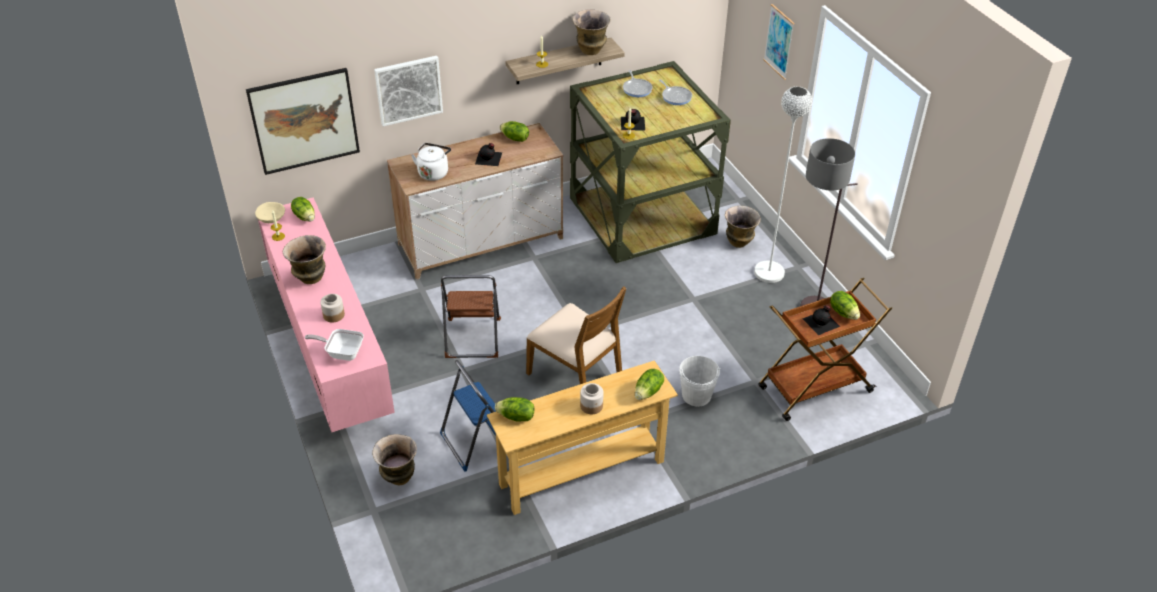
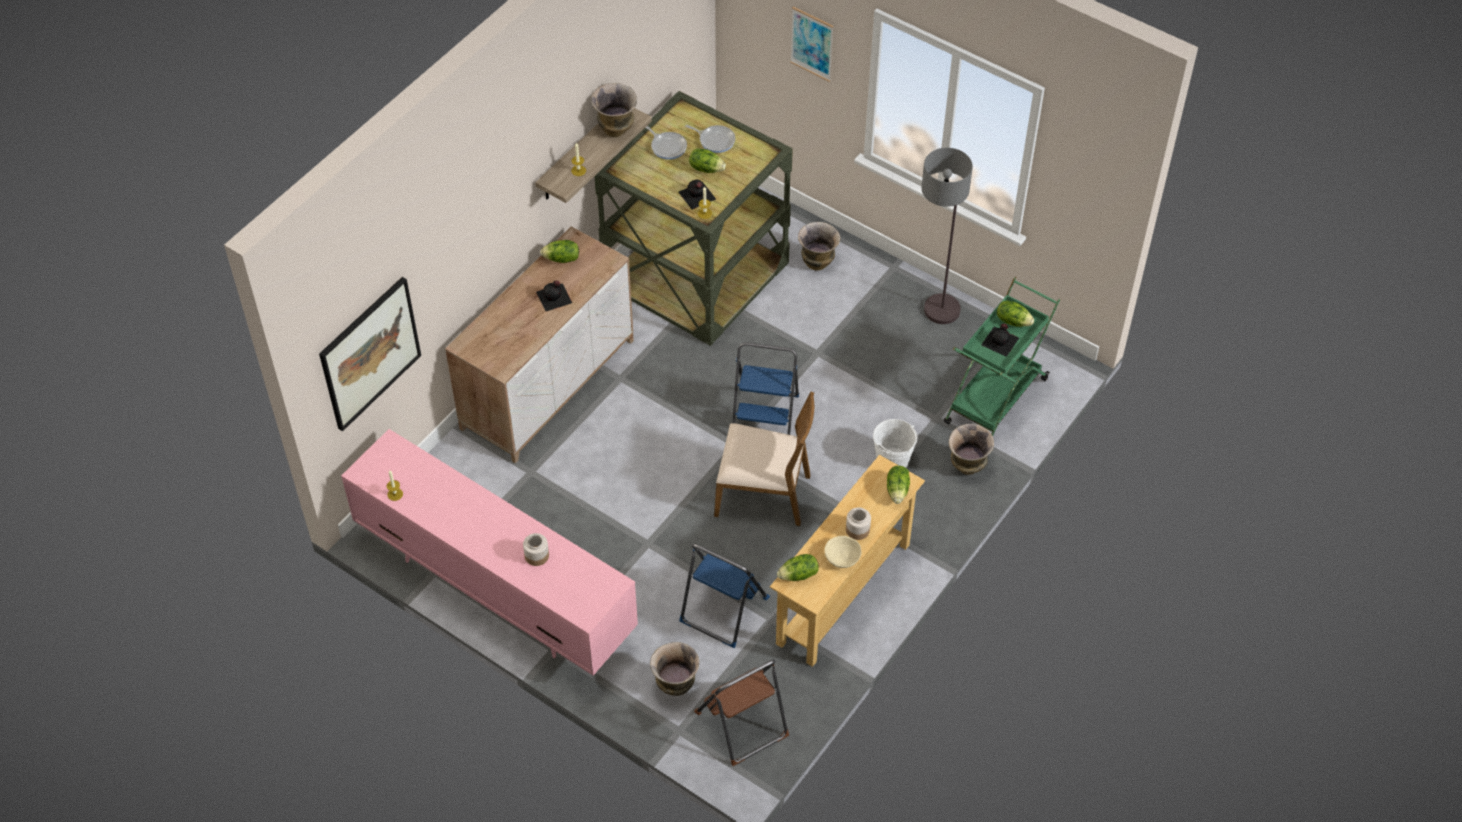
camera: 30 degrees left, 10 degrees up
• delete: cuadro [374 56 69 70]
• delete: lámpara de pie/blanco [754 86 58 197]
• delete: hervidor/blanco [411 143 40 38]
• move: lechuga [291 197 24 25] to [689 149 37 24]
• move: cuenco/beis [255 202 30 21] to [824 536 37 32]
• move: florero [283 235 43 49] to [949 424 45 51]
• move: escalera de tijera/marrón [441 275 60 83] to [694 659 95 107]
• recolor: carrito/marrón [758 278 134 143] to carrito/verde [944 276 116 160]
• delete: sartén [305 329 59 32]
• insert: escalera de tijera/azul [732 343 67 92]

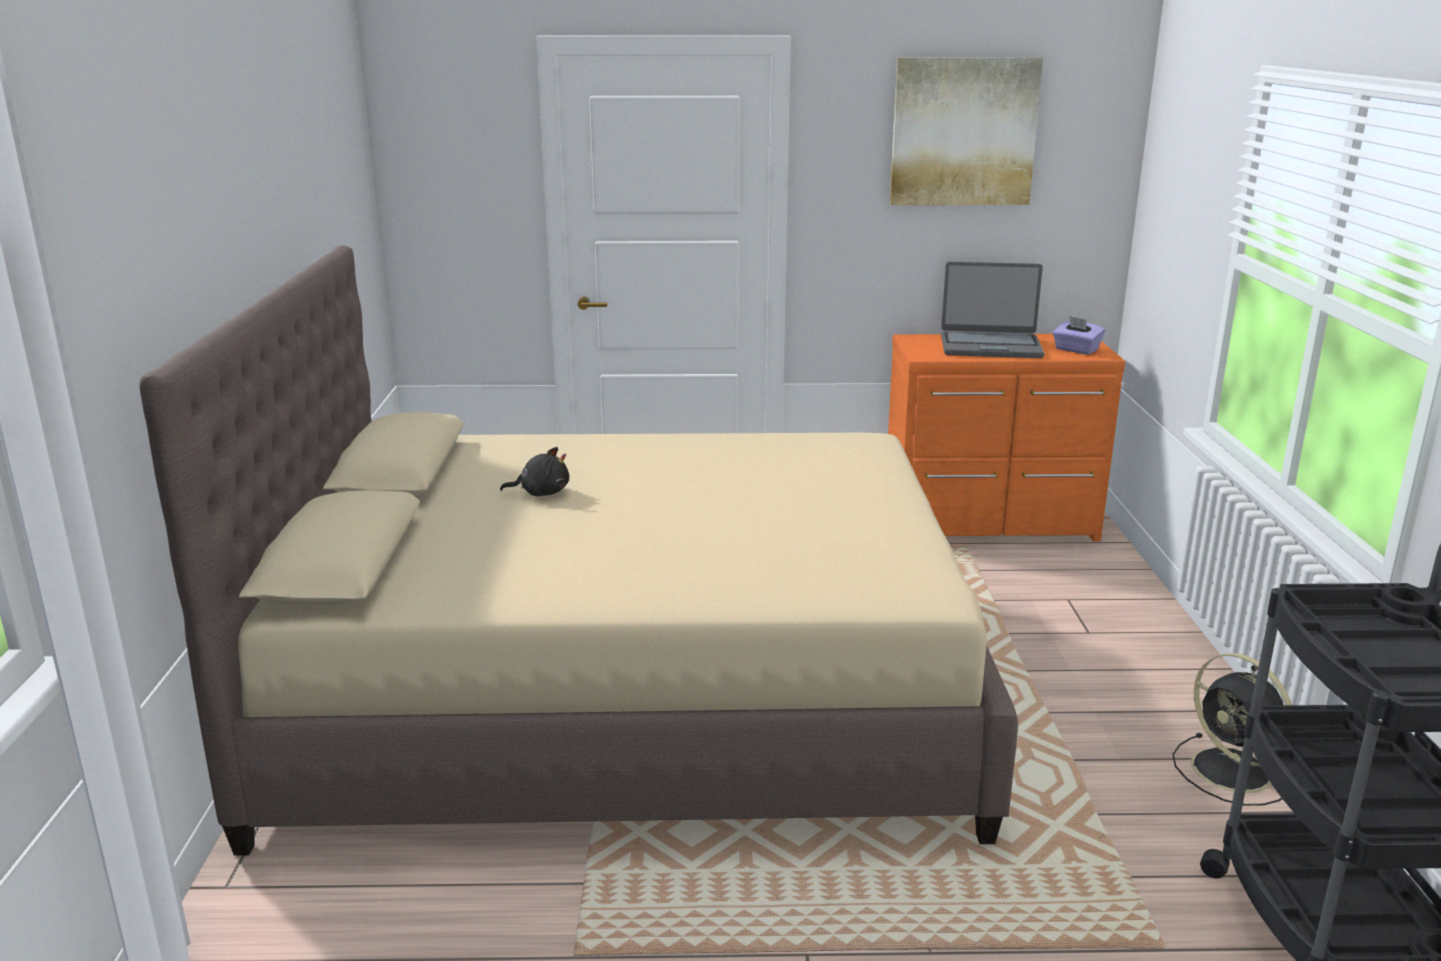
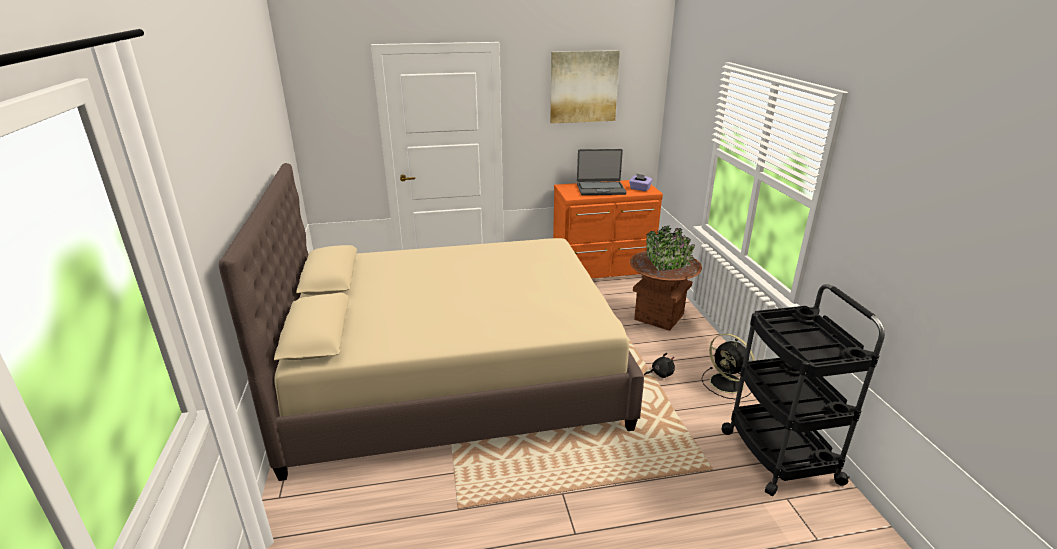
camera: 10 degrees left, 5 degrees up
• move: peluche/negro [500 447 69 49] to [644 353 31 25]
• insert: maceta/marrón [630 226 72 105]

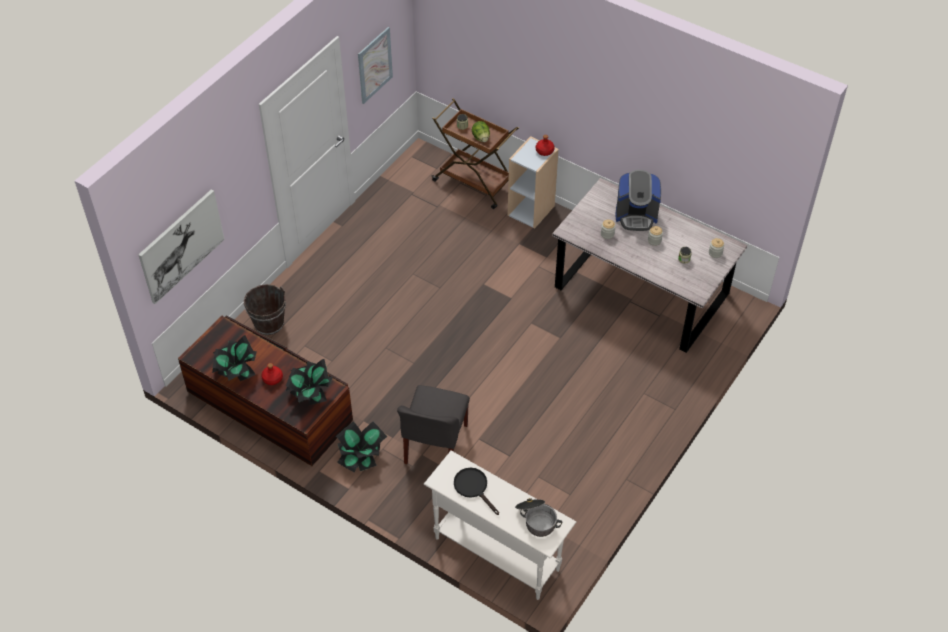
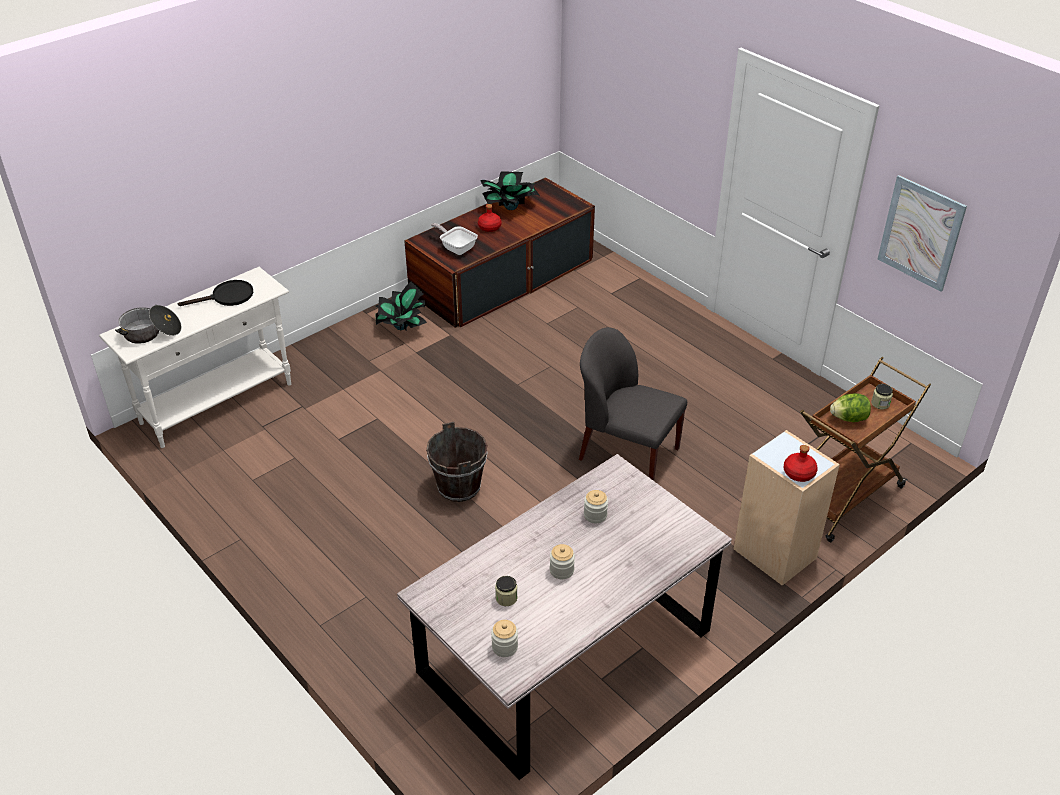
camera: 105 degrees right, 10 degrees down
• delete: cafetera [616 170 45 61]
• delete: cuadro [138 189 87 115]
• move: cubo/marrón [243 284 43 51] to [426 421 62 81]
• replace: planta en maceta [286 359 47 46] to sartén [431 223 47 32]
• move: silla/gris [397 385 73 79] to [579 327 108 154]

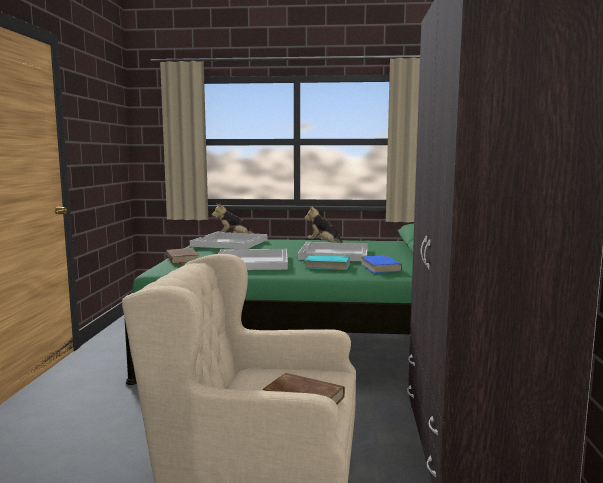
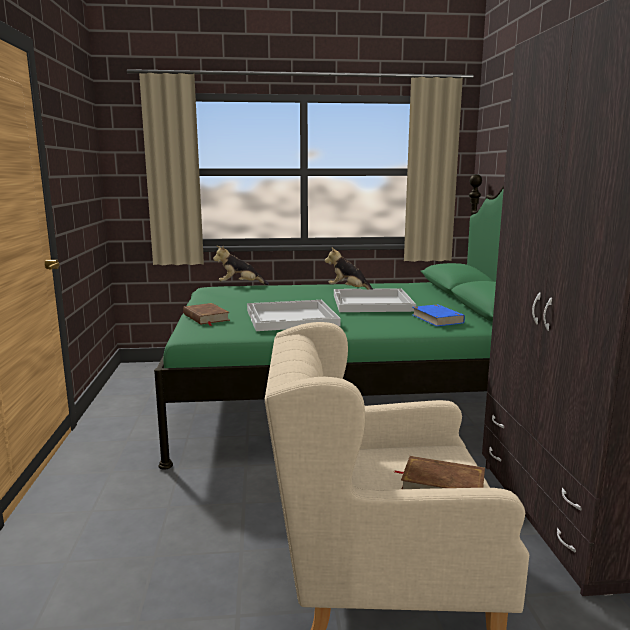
camera: 10 degrees left, 5 degrees up
• delete: bandeja/blanco [190 232 78 17]
• delete: libro/turquesa [301 255 49 15]

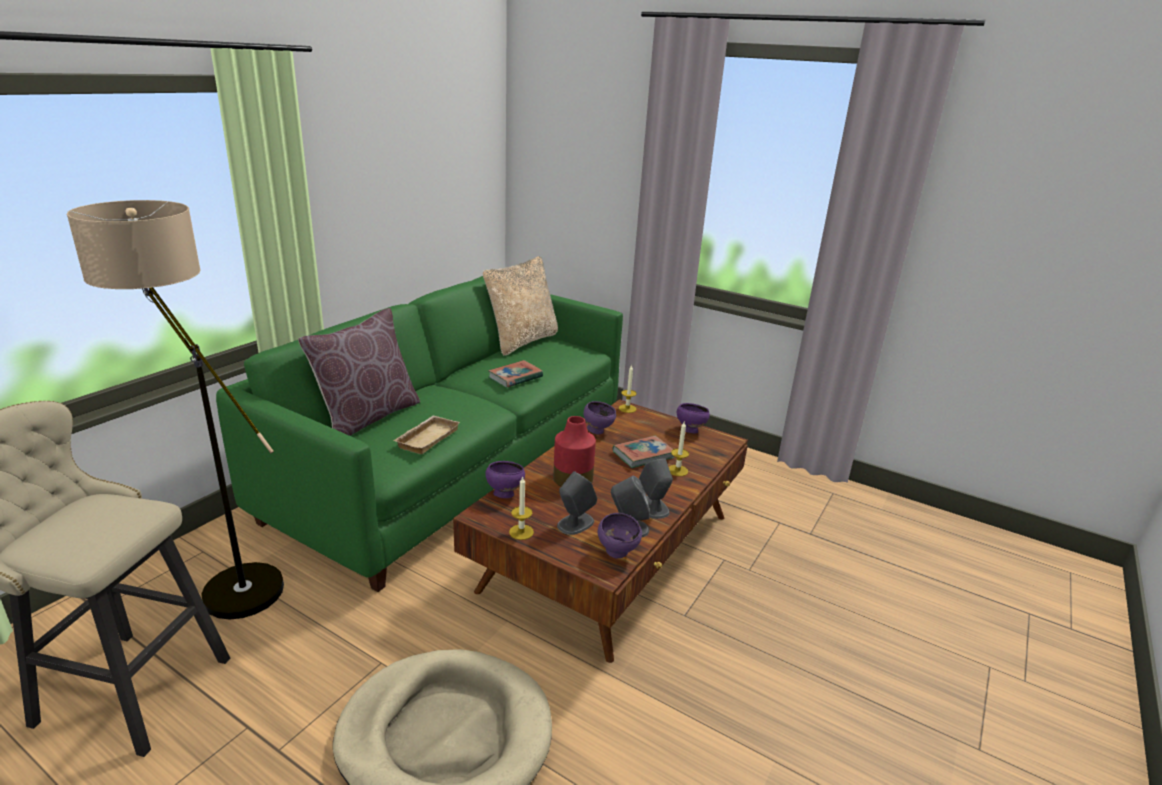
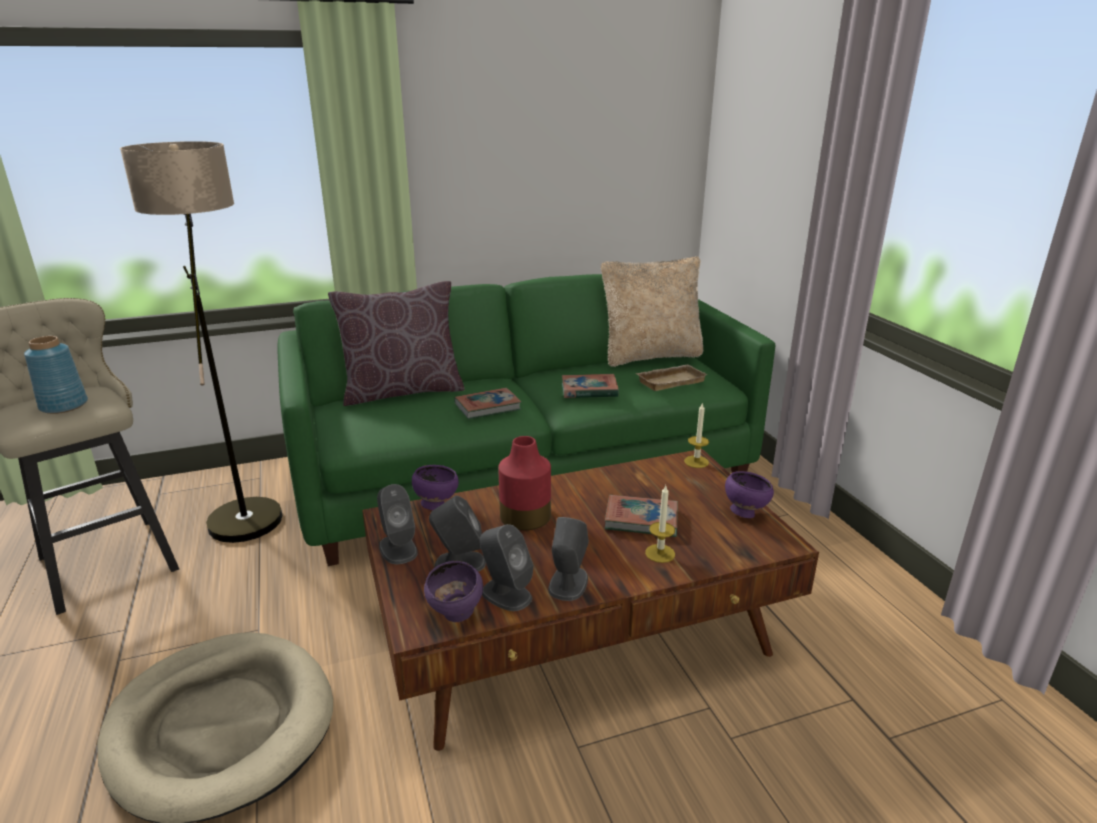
camera: 40 degrees right, 0 degrees up
• delete: cuenco/morado [584 401 32 34]
• move: bandeja/beis [393 416 67 38] to [636 364 72 27]
• replace: vela [509 476 25 64] to altavoz/gris [377 484 41 80]
• insert: florero/azul [24 336 64 78]
• insert: libro [454 388 67 32]

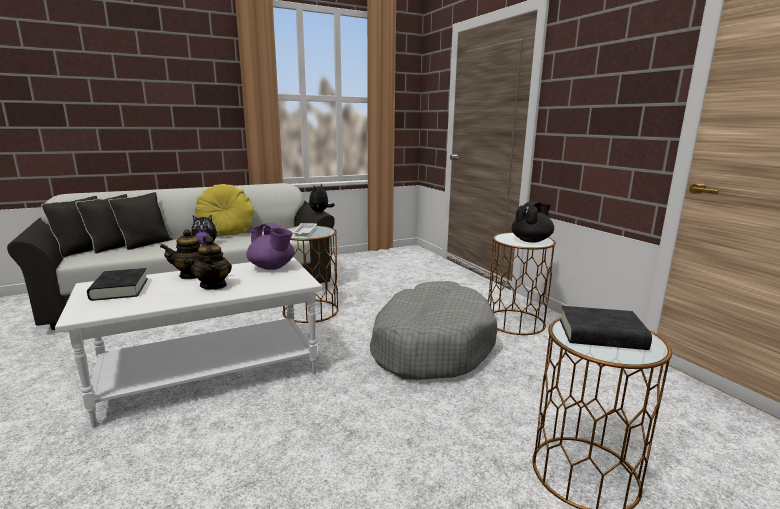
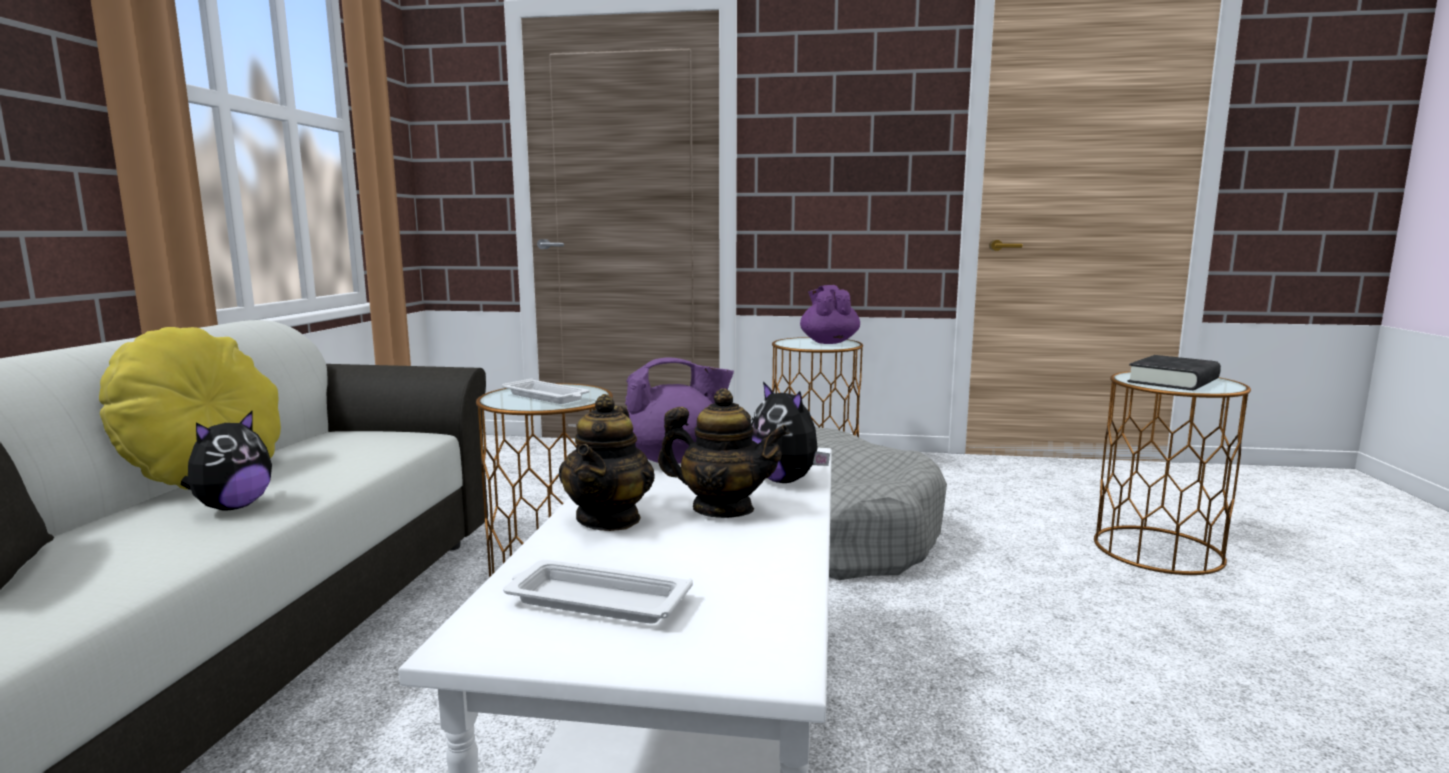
camera: 55 degrees left, 5 degrees down
• move: peluche [309 183 26 29] to [751 381 79 102]
• recolor: tetera/negro [511 202 43 41] to tetera/morado [800 285 60 59]
• replace: libro/negro [87 268 61 33] to bandeja/blanco [503 560 190 64]

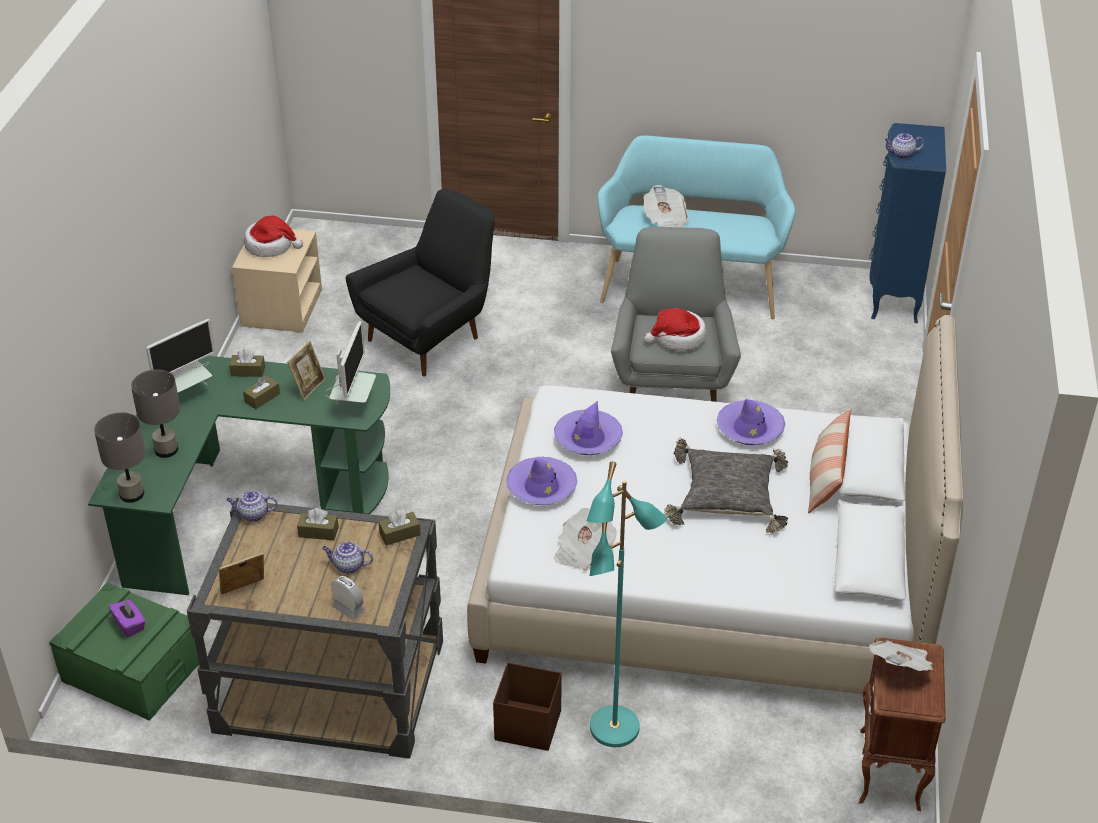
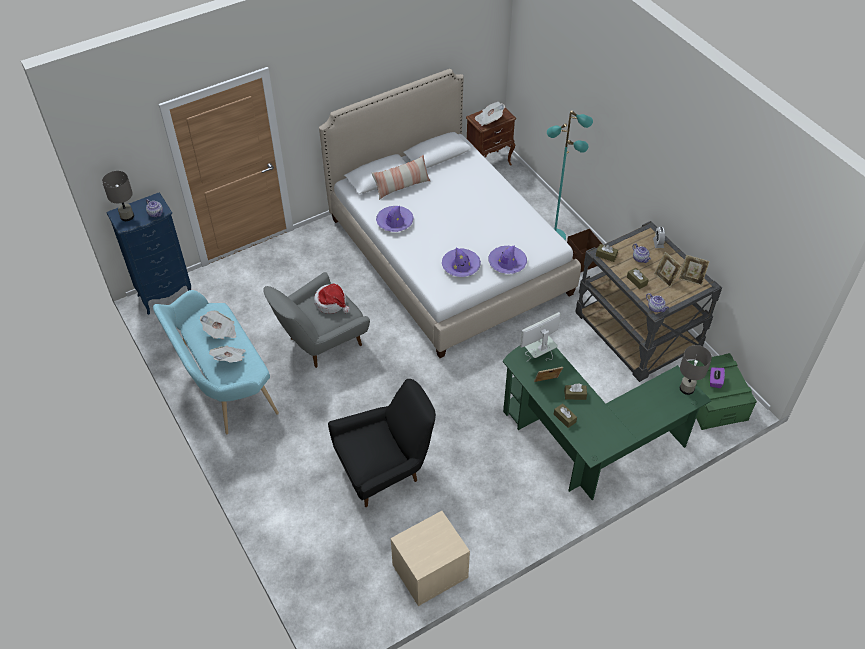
camera: 130 degrees left, 10 degrees up
• rotate: sillón/negro [346 189 149 188] = [328 379 108 128] 150 degrees clockwise
• delete: sombrero [244 215 59 42]
• delete: monitor [146 319 69 74]
• move: lámpara de mesa/gris [131 369 49 89] to [102 171 32 50]
• delete: cojín [664 438 124 95]
• move: periódico [554 508 63 62] to [200 311 36 28]
• insert: portarretratos [654 252 28 36]

